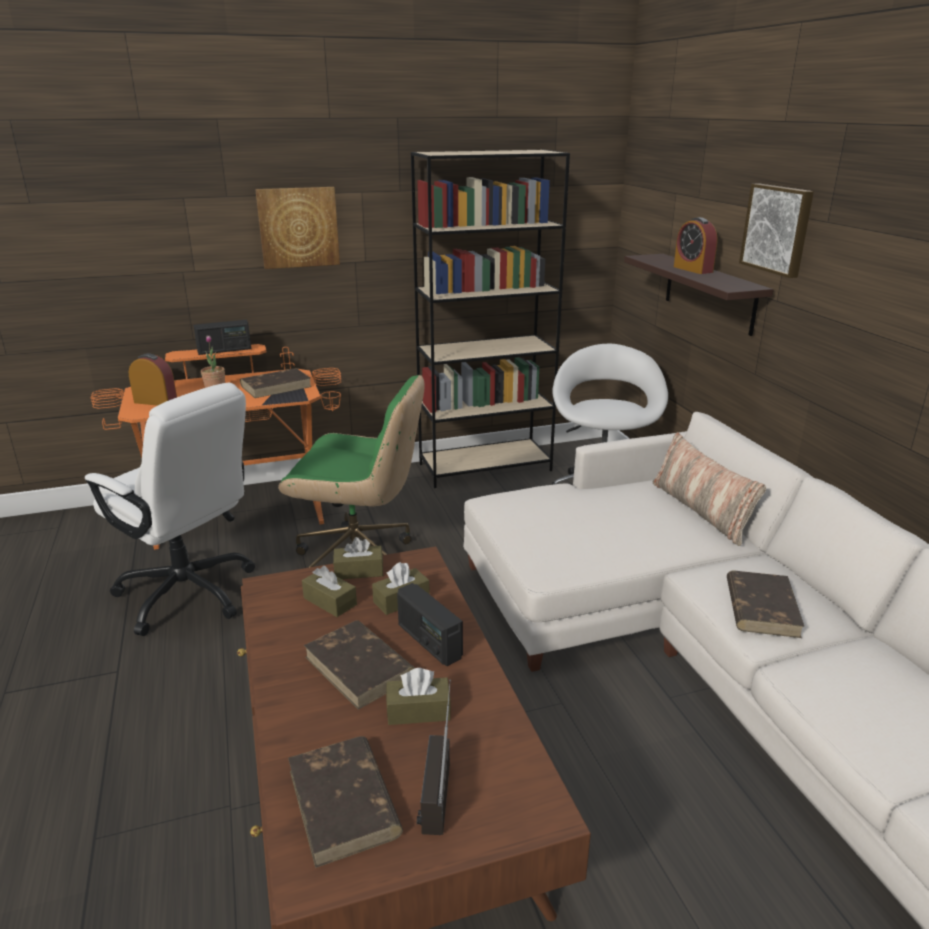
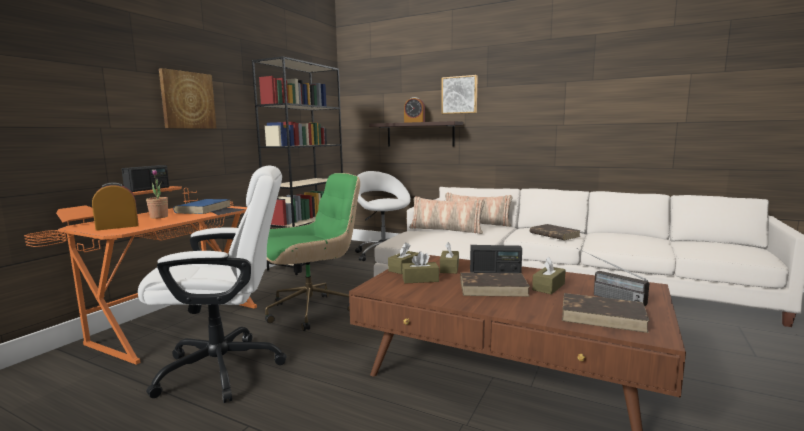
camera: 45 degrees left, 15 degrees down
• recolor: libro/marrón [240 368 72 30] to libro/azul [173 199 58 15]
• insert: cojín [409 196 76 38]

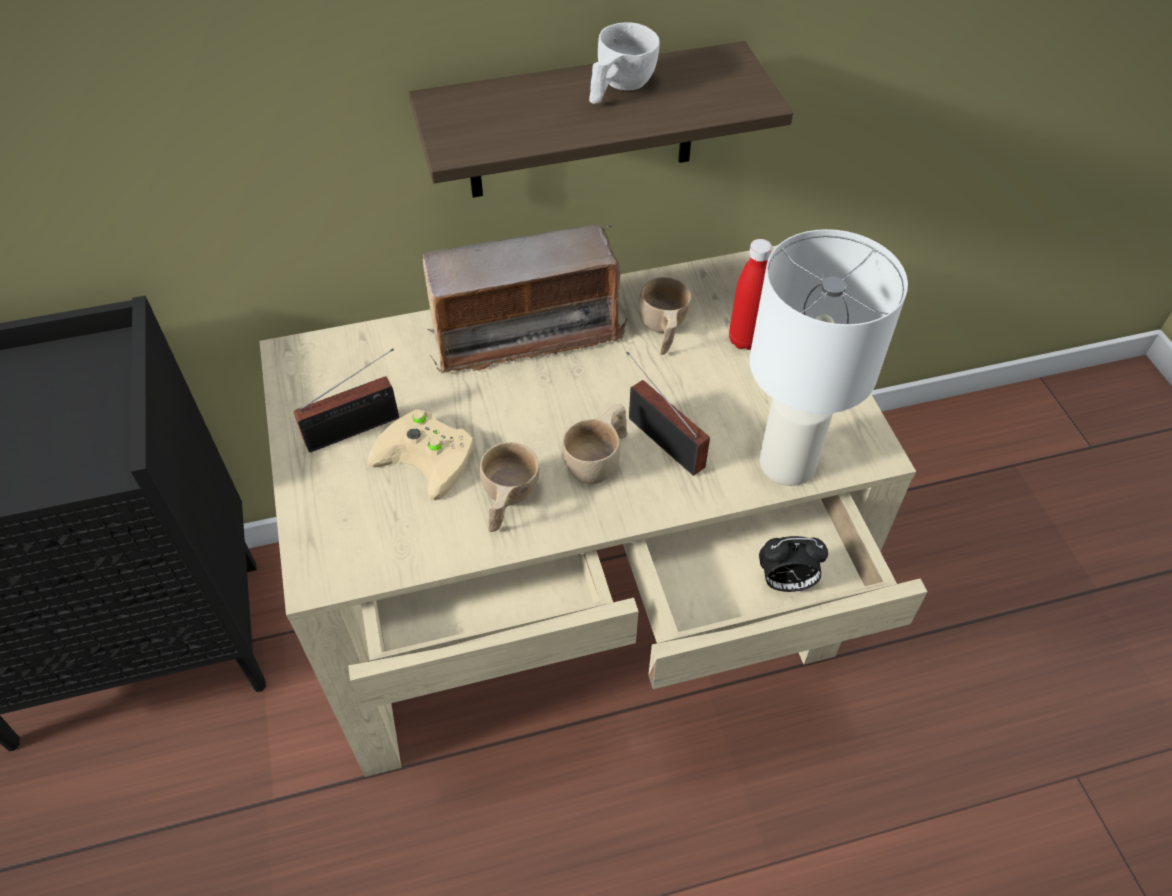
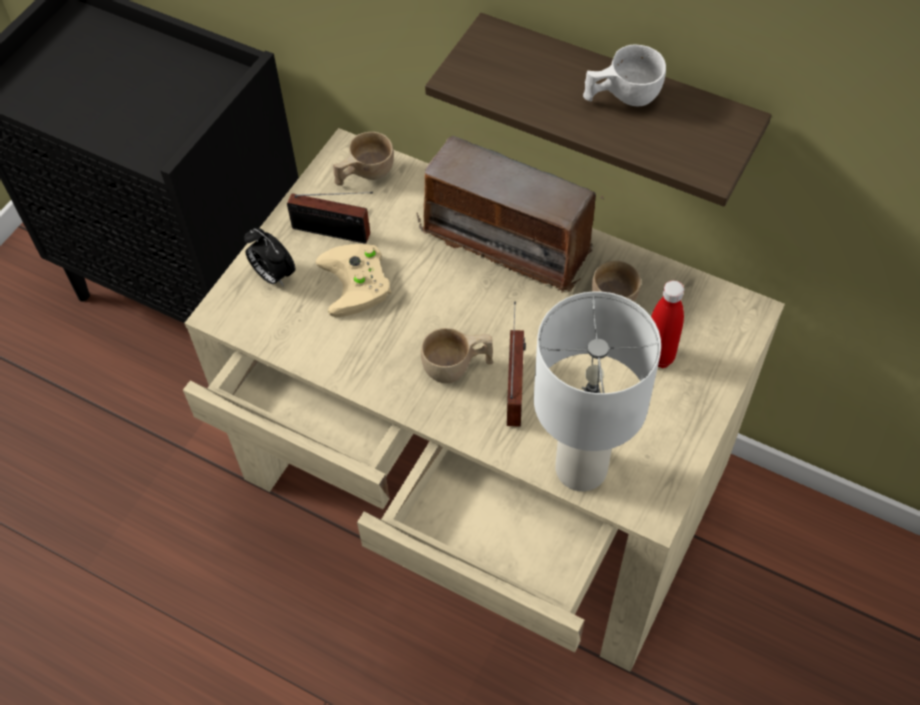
camera: 45 degrees right, 5 degrees up
• move: taza/beis [480 442 59 90] to [333 132 61 54]
• move: despertador [759 536 69 56] to [244 228 51 59]

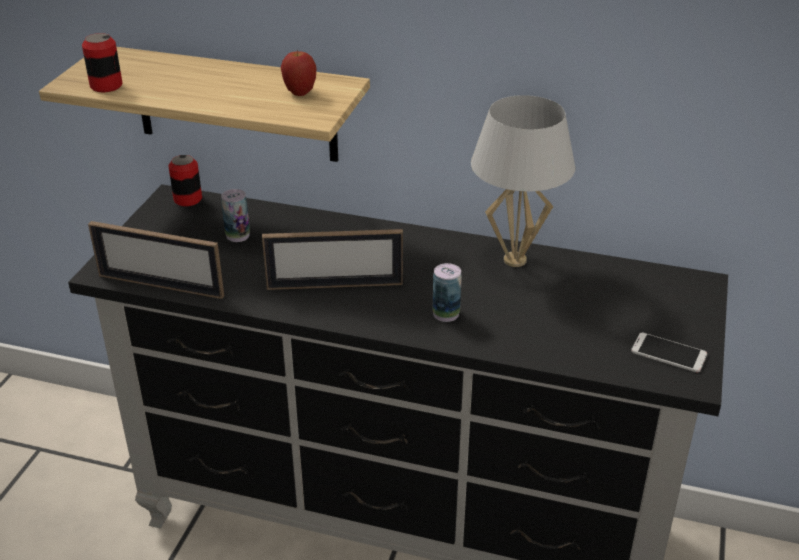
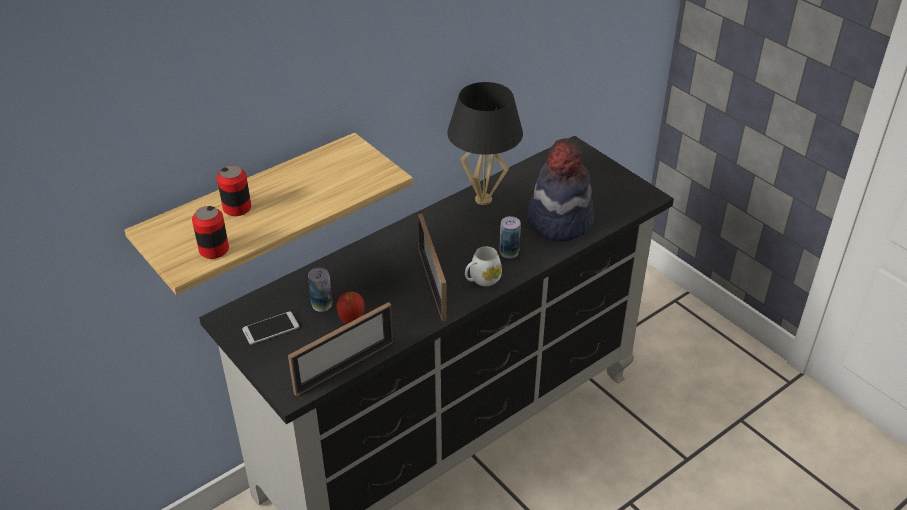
camera: 55 degrees left, 5 degrees up
• move: manzana [281 49 35 47] to [336 292 28 32]
• recolor: lámpara de mesa/blanco [471 95 104 172] to lámpara de mesa/negro [447 82 76 123]
• move: lata [168 155 34 51] to [217 166 34 50]
• rotate: portarretratos [262 229 141 61] = [418 213 29 108] 135 degrees clockwise
• move: móvil [631 333 76 40] to [242 312 57 33]
• insert: sombrero [527 138 67 104]
• insert: taza grande/blanco [465 246 37 40]

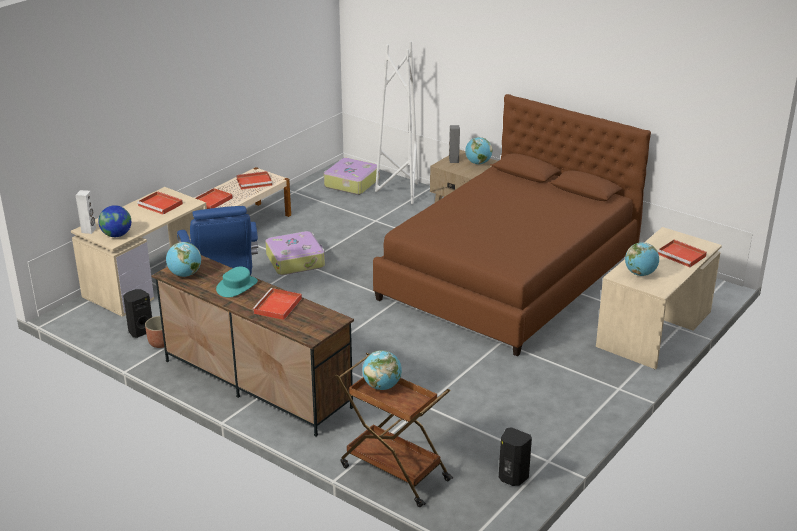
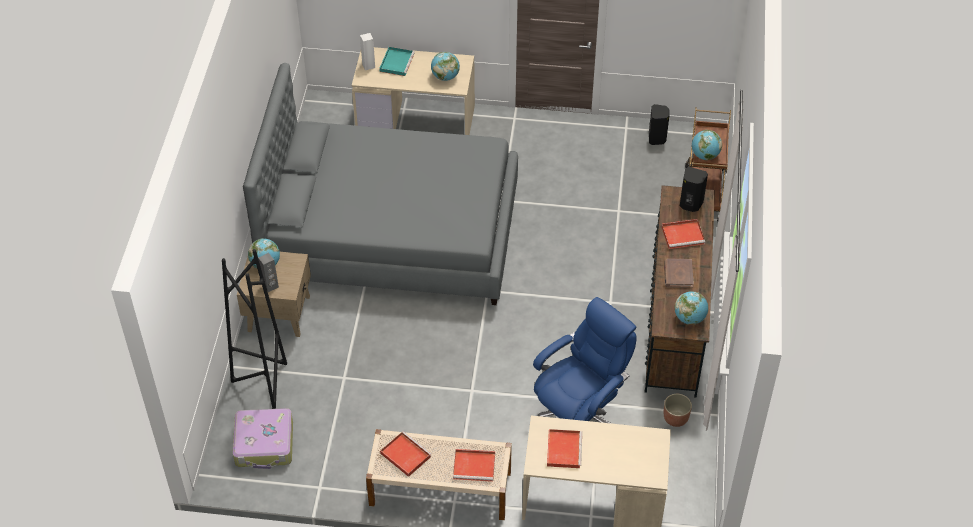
camera: 120 degrees left, 20 degrees up
• recolor: perchero/blanco [375 41 43 163] to perchero/negro [222 249 65 160]
• recolor: cama/marrón [373 94 278 263] to cama/gris [243 63 275 242]
• move: altavoz/blanco [75 190 21 44] to [360 33 15 37]
• delete: globo terráqueo [98 205 33 32]
• delete: maleta [265 231 60 44]
• recolor: bandeja/rojo [658 240 49 27] to bandeja/turquesa [379 47 36 29]
• replace: sombrero/turquesa [216 266 42 31] to libro/marrón [664 258 30 30]
• move: altavoz/negro [123 289 29 49] to [680 167 28 45]

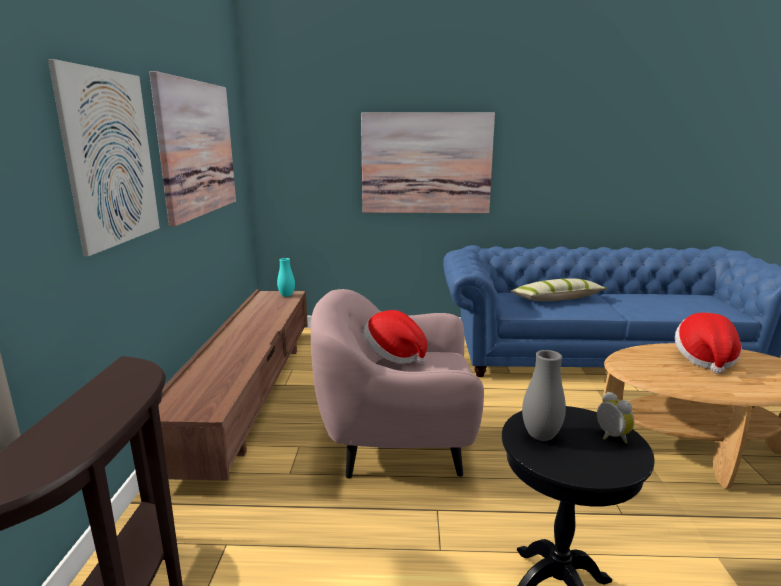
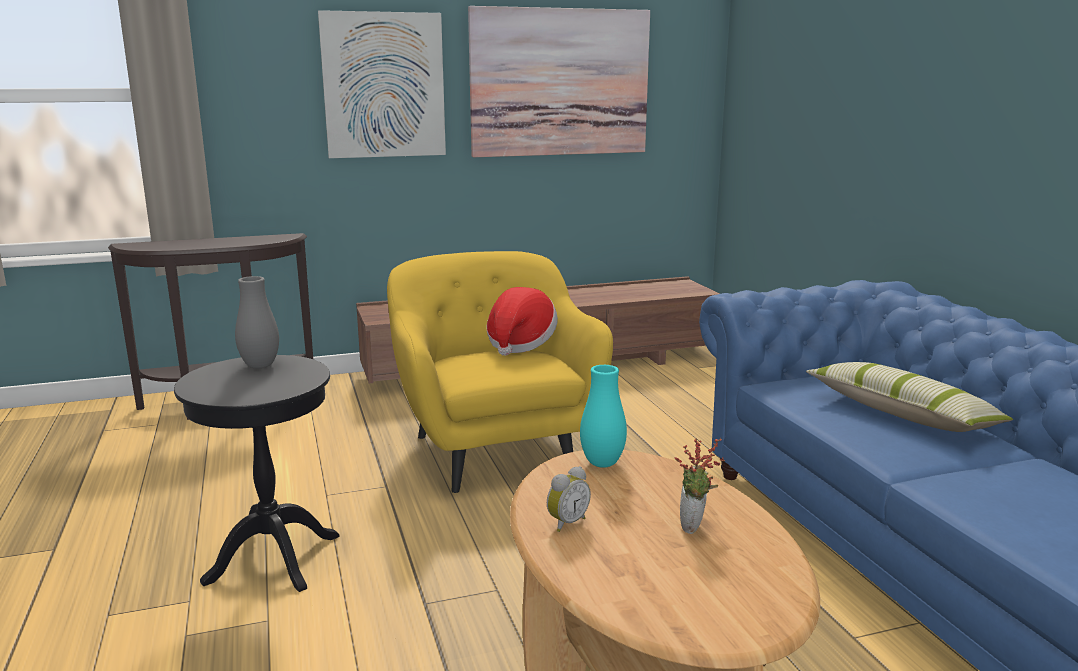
camera: 70 degrees right, 0 degrees up
• delete: cuadro [361 112 134 101]
• move: florero/turquesa [277 258 18 39] to [580 365 47 103]
• recolor: sillón/rosa [310 289 174 190] to sillón/amarillo [387 251 226 242]
• replace: sombrero [675 313 67 61] to planta en maceta [674 438 51 96]
• move: despertador [597 392 37 52] to [547 466 44 66]

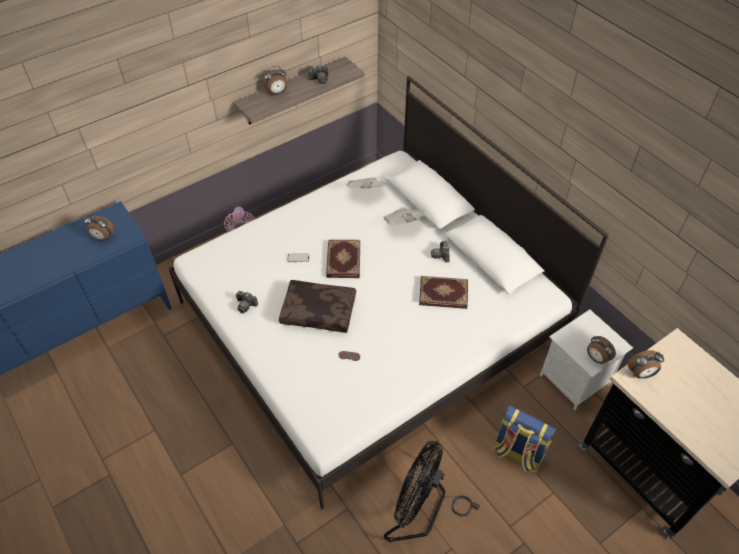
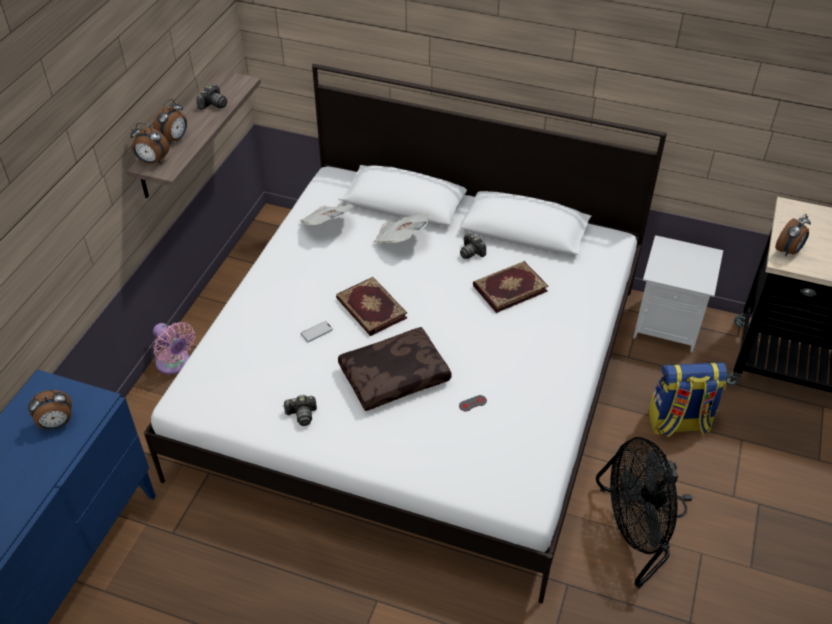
camera: 35 degrees left, 5 degrees down
• move: despertador [587 336 29 28] to [130 123 39 41]

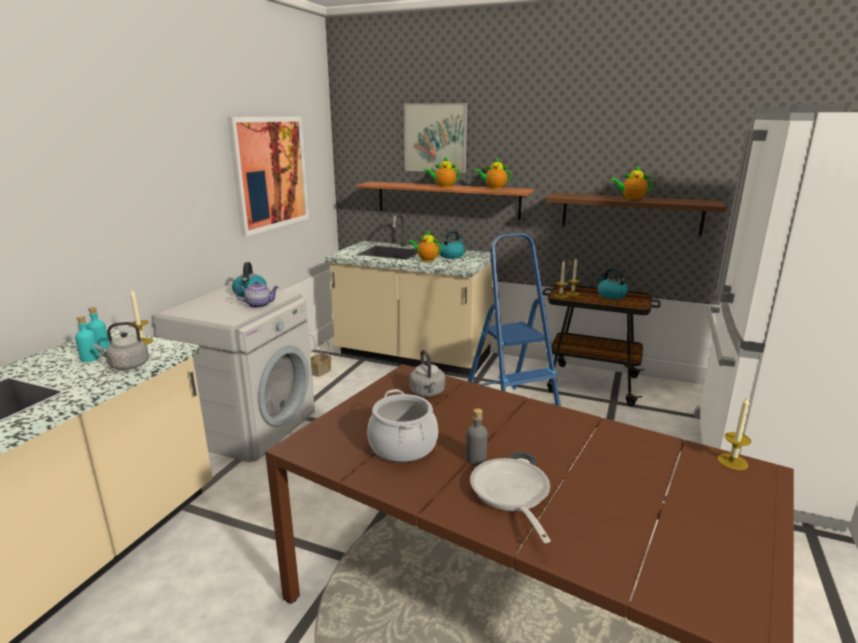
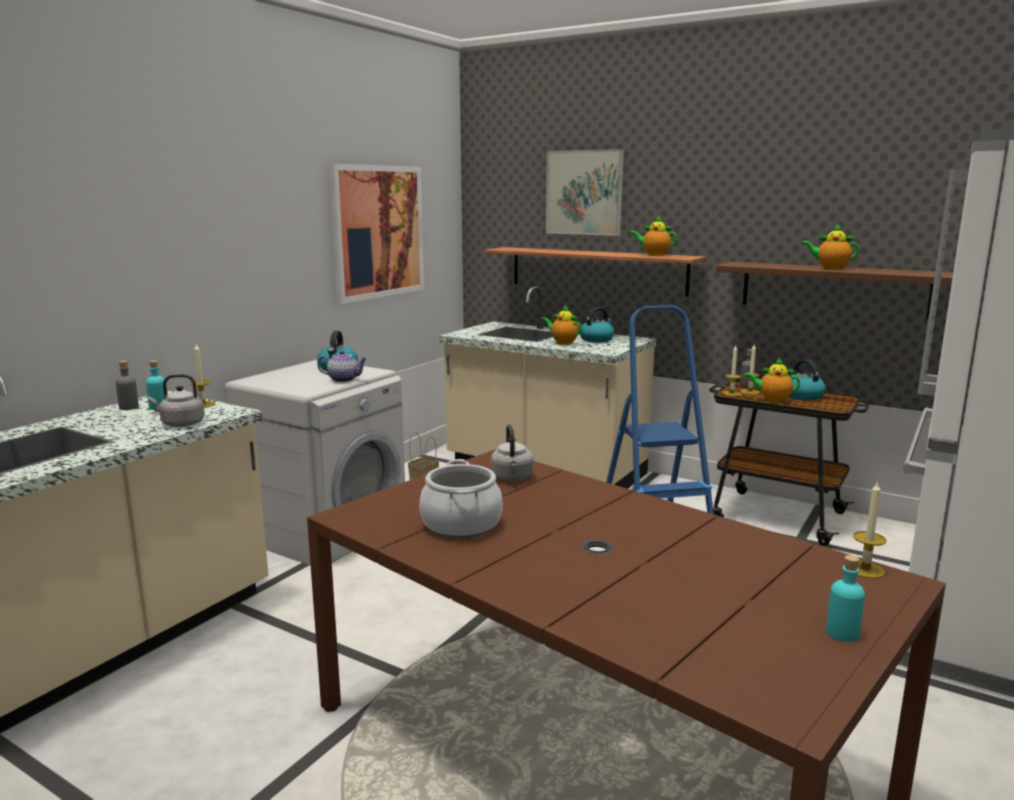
camera: 10 degrees right, 5 degrees down
• move: tetera [424 157 37 31] to [744 358 56 45]
• move: botella/turquesa [75 316 25 46] to [826 555 39 87]
• move: botella/gris [466 409 22 56] to [116 361 23 49]
• delete: sartén [470 458 81 85]

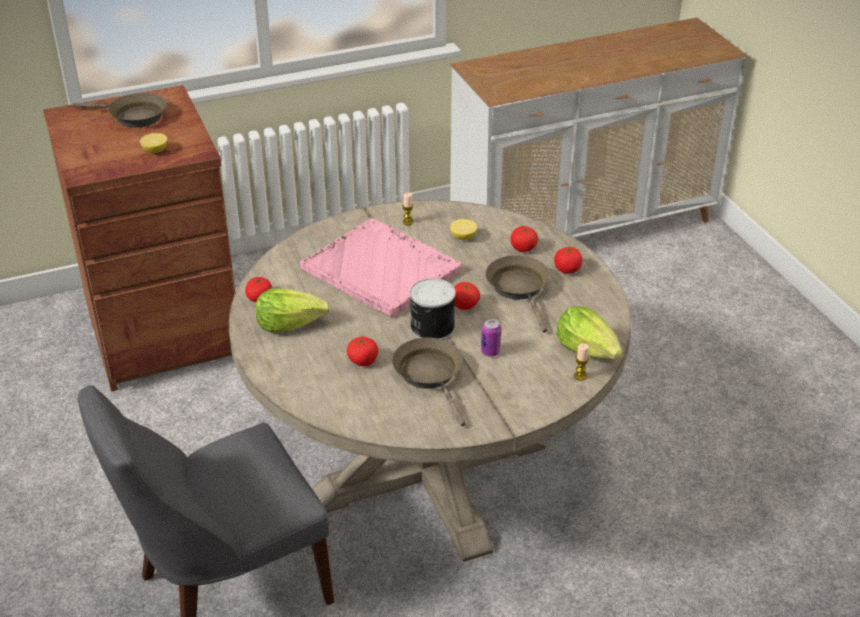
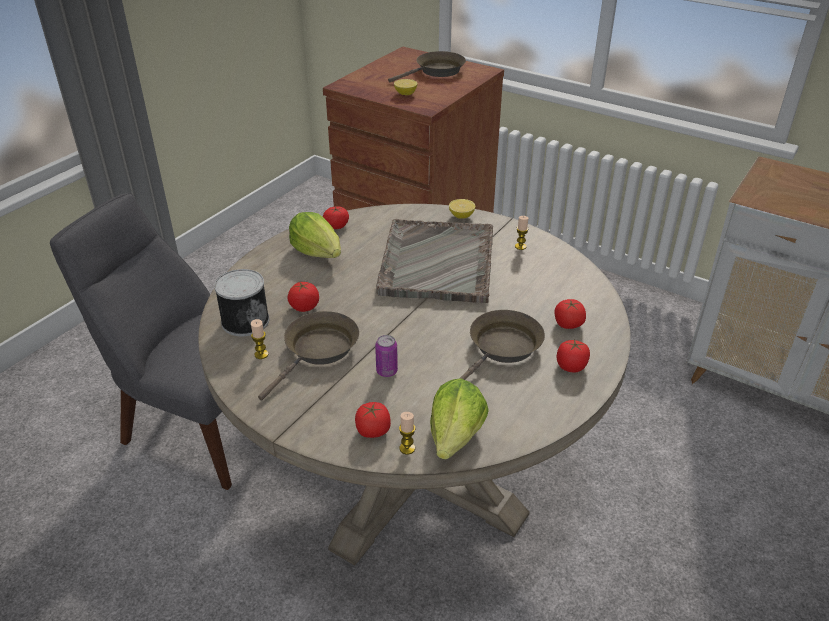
camera: 55 degrees right, 0 degrees up
• rotate: sartén/marrón [73 93 94 35] = [388 51 78 32] 105 degrees counterclockwise
• recolor: bandeja/rosa [300 218 162 99] to bandeja/gris [376 219 117 84]
• move: limón [450 219 27 21] to [449 199 26 20]
• move: lata [410 278 46 62] to [214 269 55 67]
• move: tomate [454 282 26 28] to [355 402 36 36]
• insert: vela [251 319 18 40]

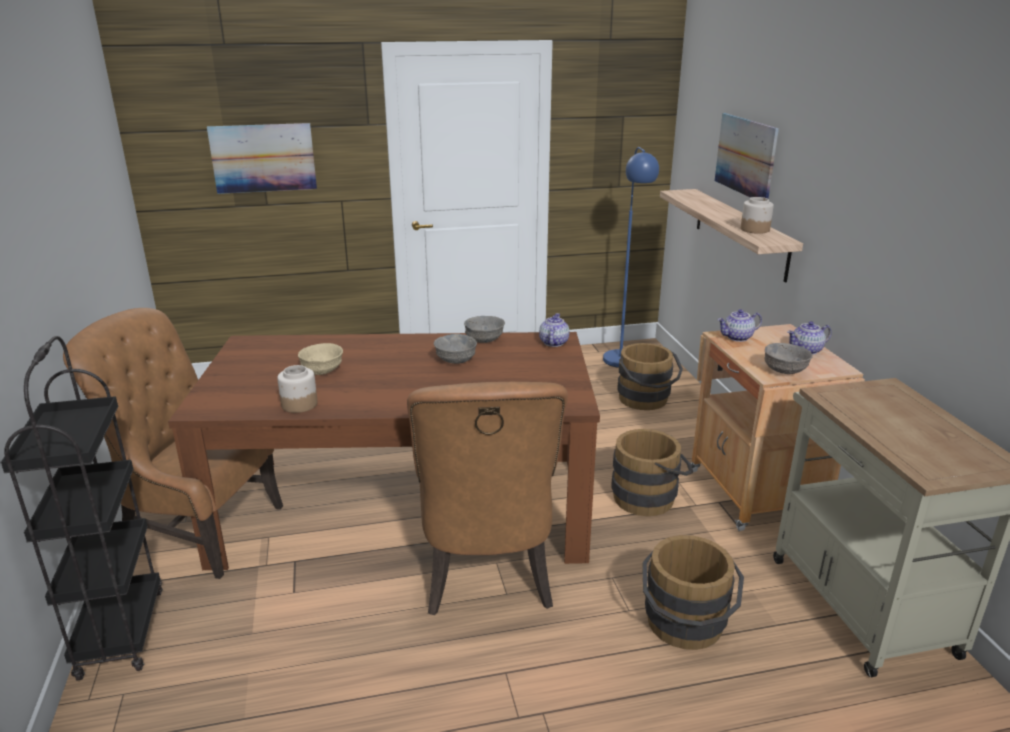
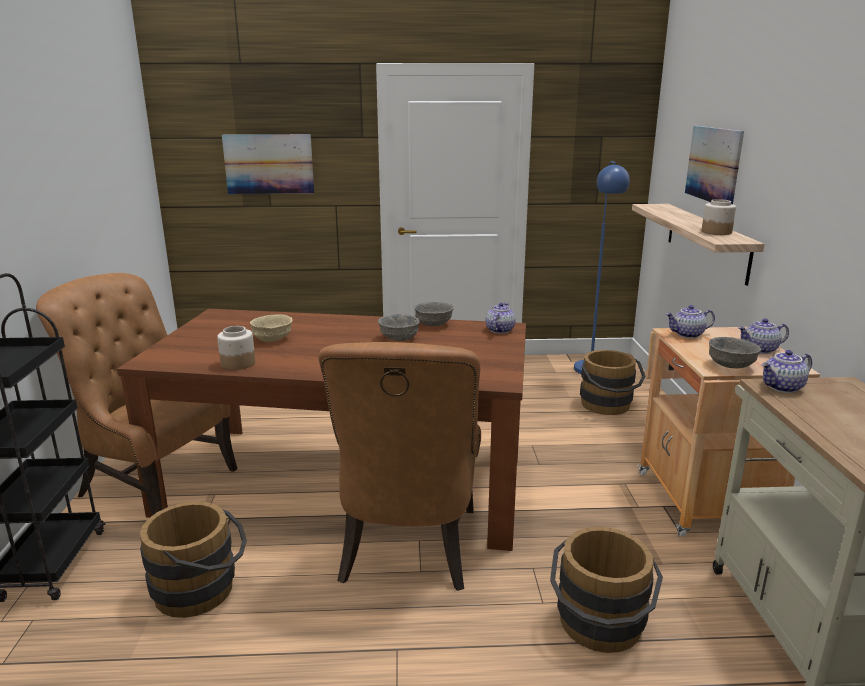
camera: 10 degrees right, 5 degrees down
• move: cubo/marrón [611 429 82 87] to [140 501 107 117]
• insert: tetera [762 350 50 43]

